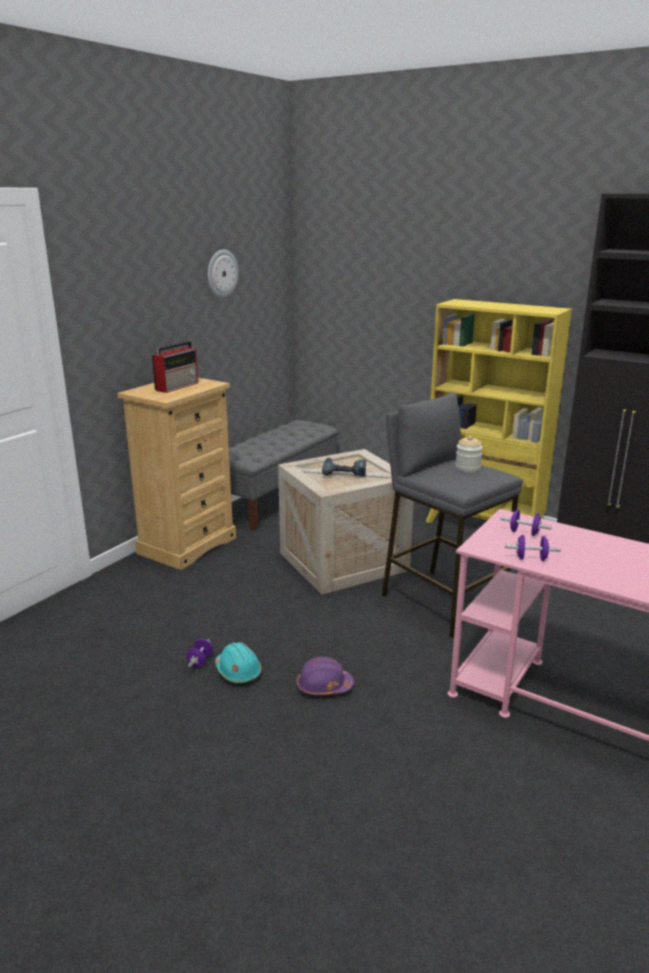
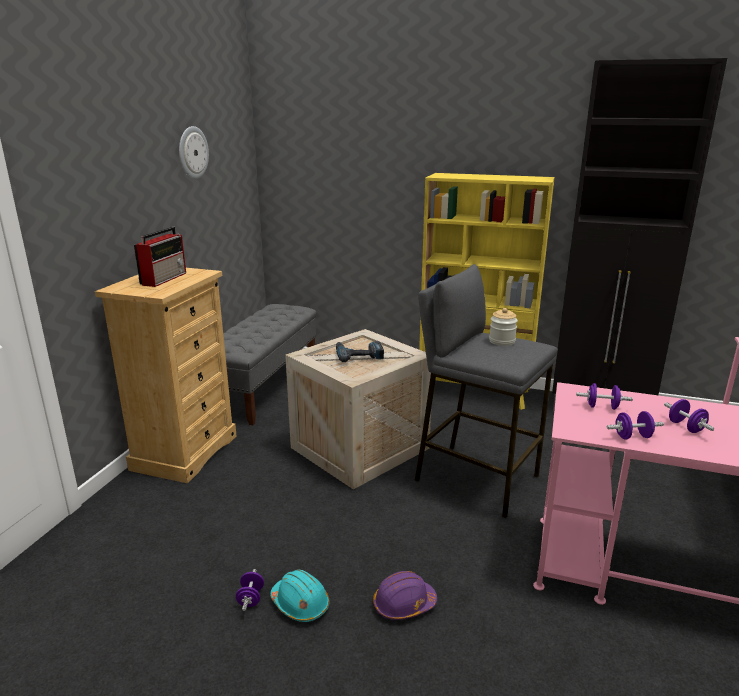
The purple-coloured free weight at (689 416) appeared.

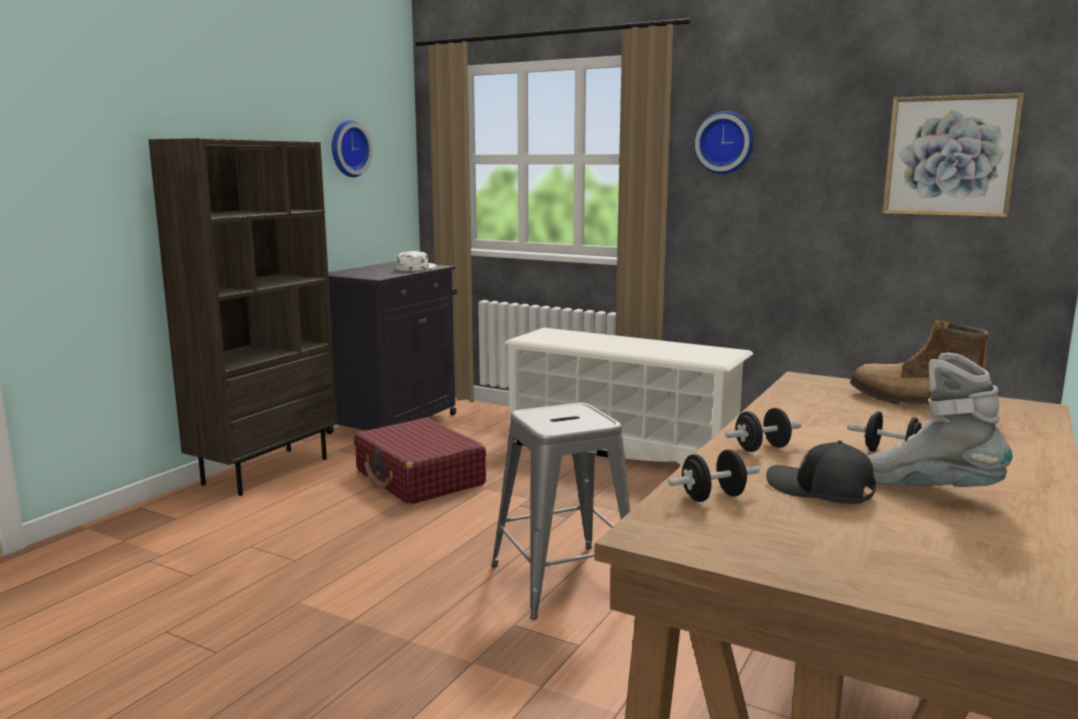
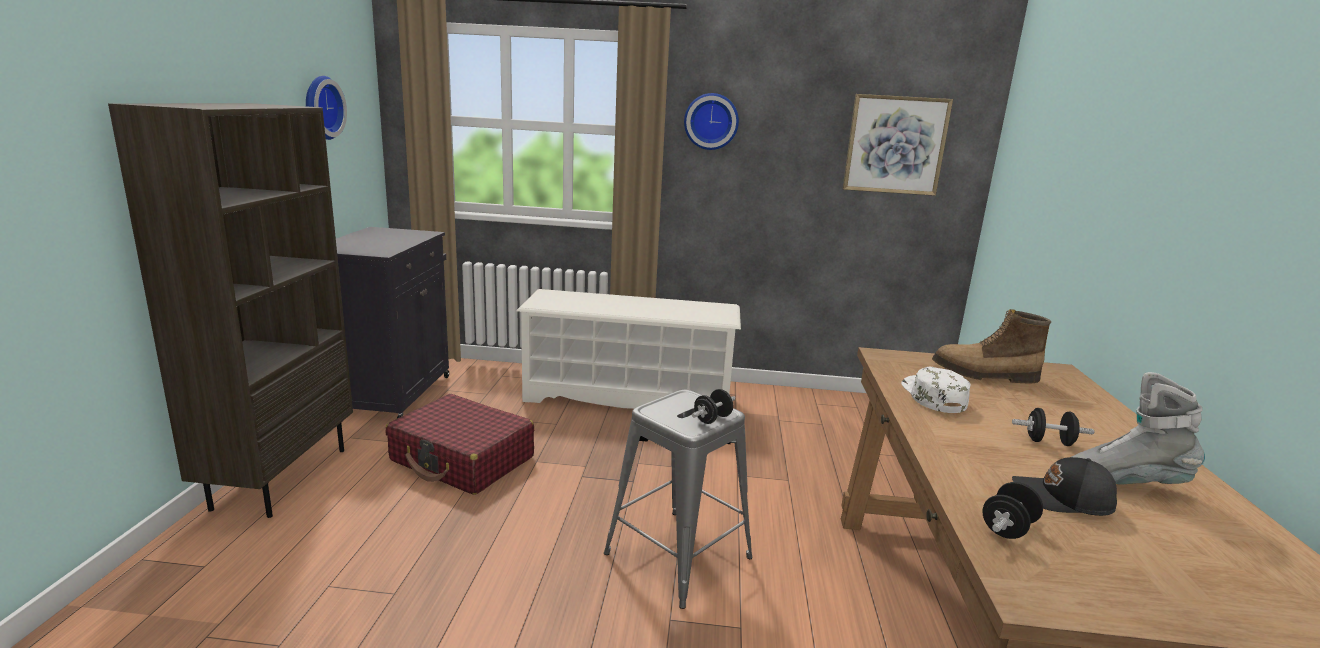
The white cap moved from (416 261) to (936 390).
The black free weight moved from (763 430) to (713 406).

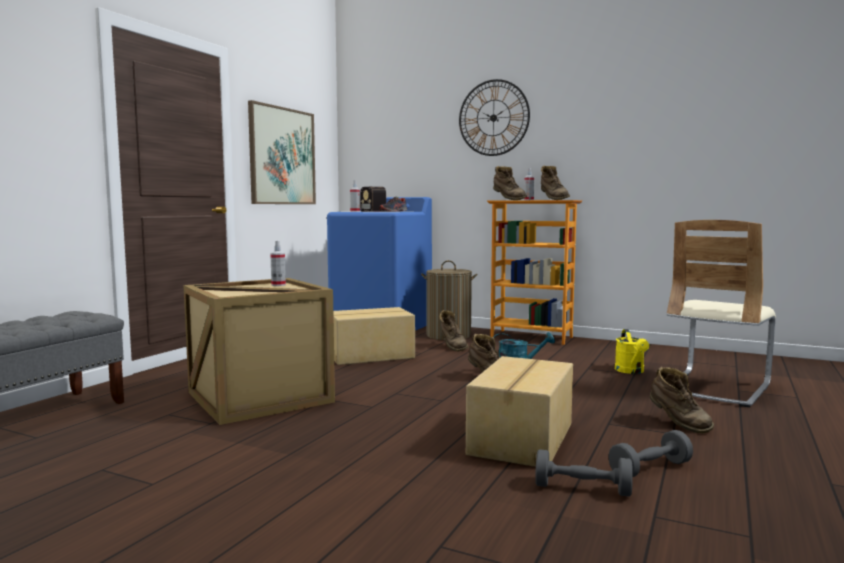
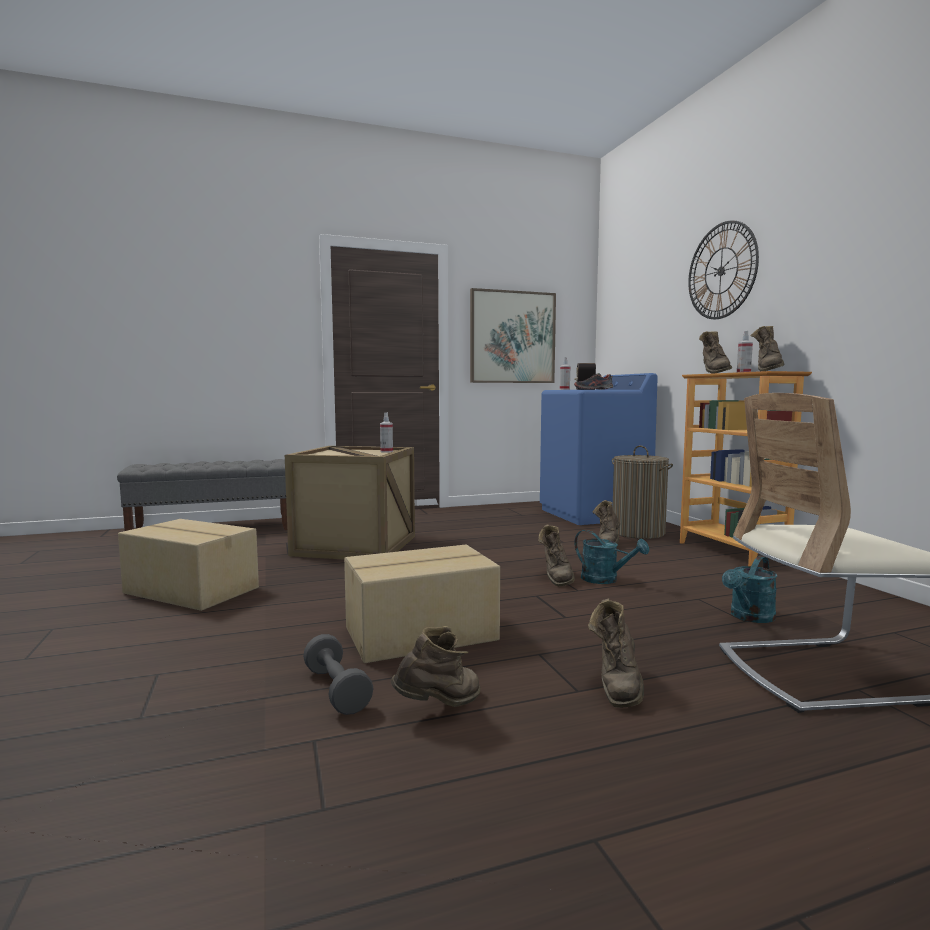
The cardboard box moved from (374 336) to (188 565).
The grey free weight at (650 453) was replaced by the brownish high-top boot at (435 666).
The yellow sprinkling can at (632 351) became the turquoise sprinkling can at (749 589).

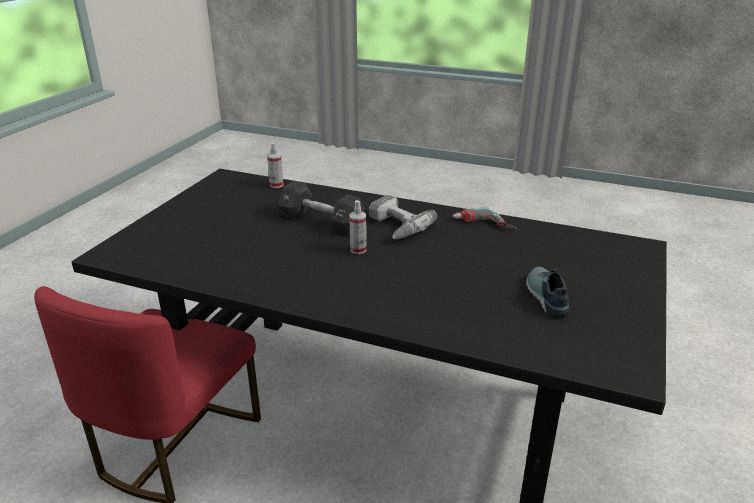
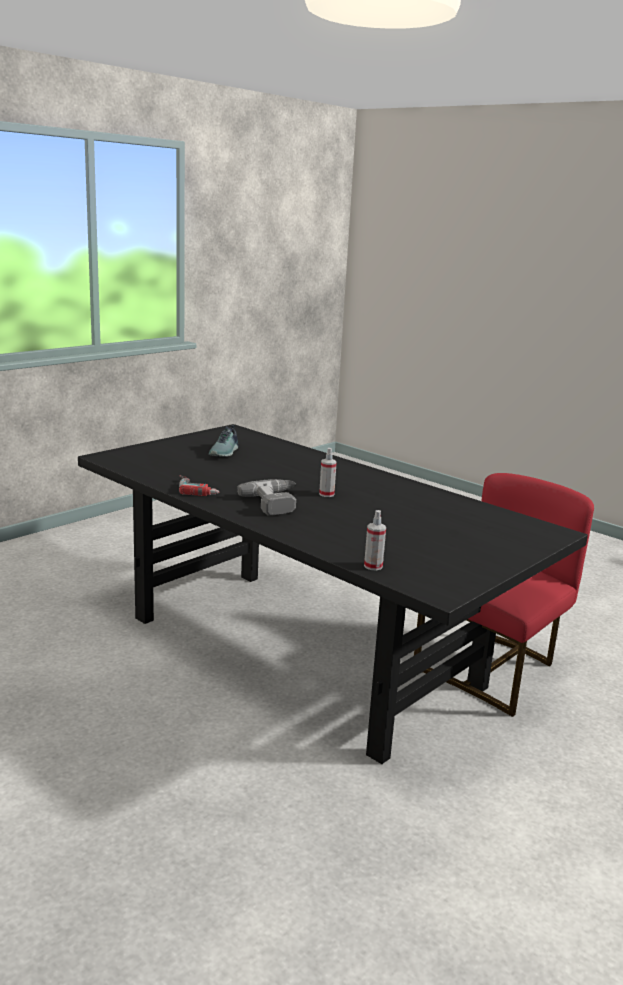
The black free weight at (322 208) disappeared.

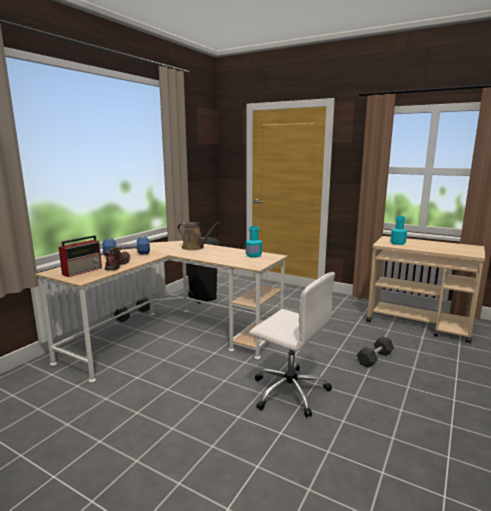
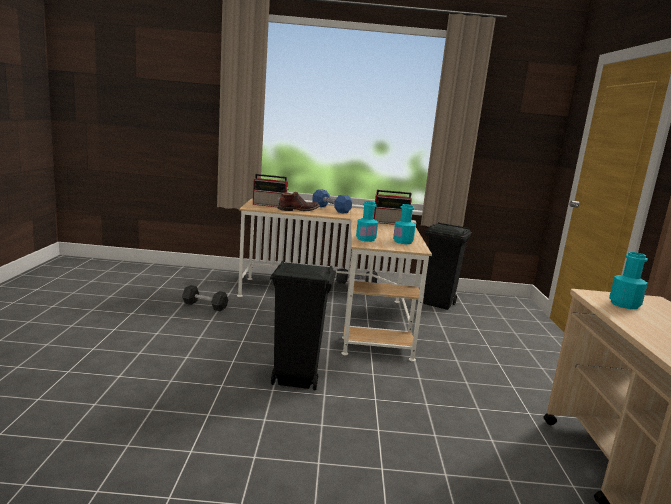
The turquoise bottle at (367 221) appeared.
The black free weight moved from (375 352) to (205 298).
The brownish sprinkling can at (198 236) was replaced by the radio at (393 207).
The white computer chair at (292 345) was replaced by the black waste bin at (303 325).

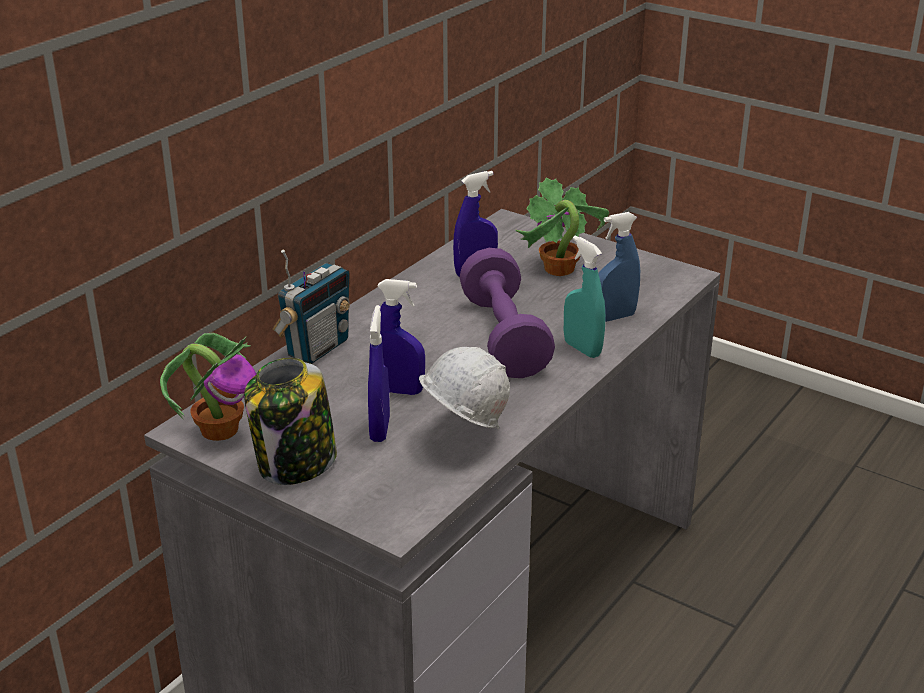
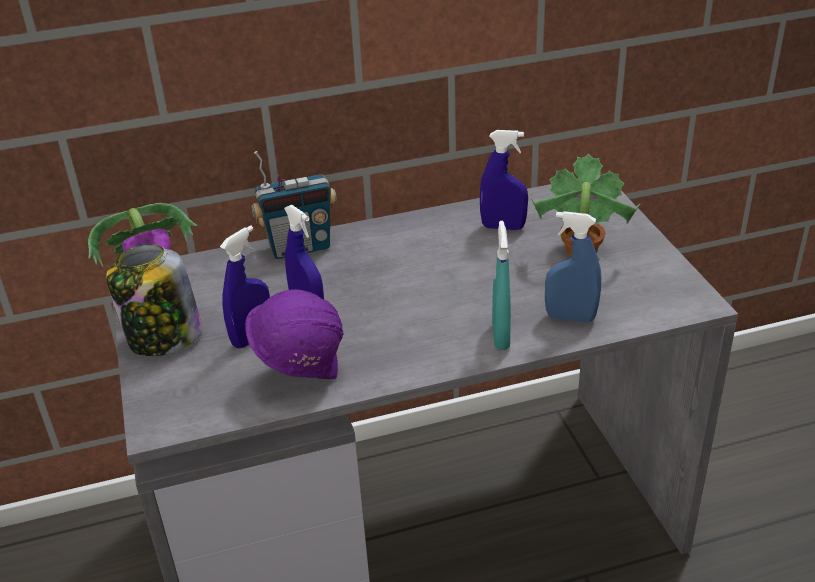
The purple-coloured free weight at (507 313) disappeared.
The white hard hat at (464 388) became the purple-coloured hard hat at (294 334).

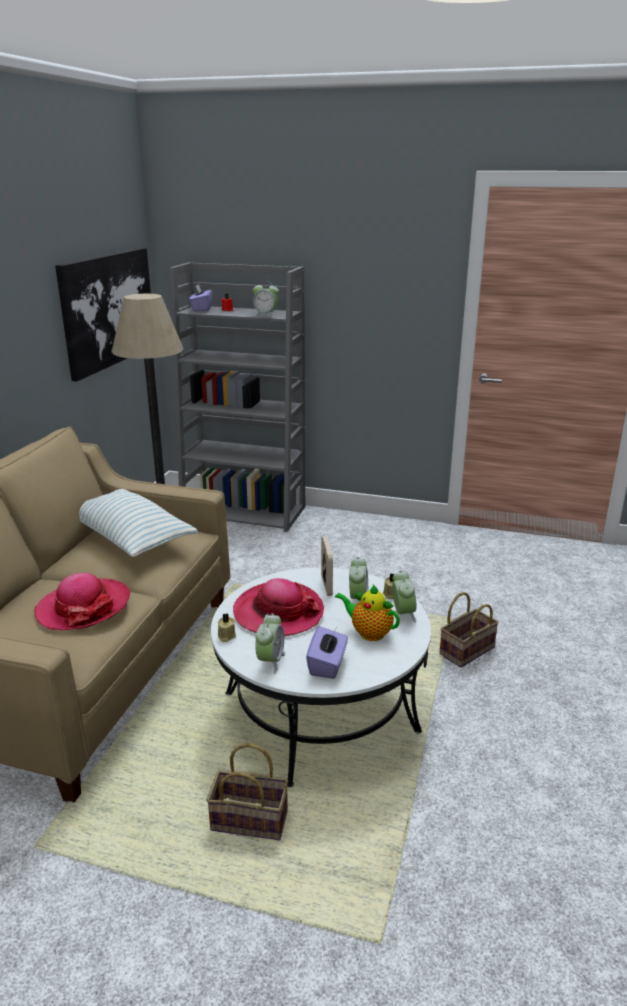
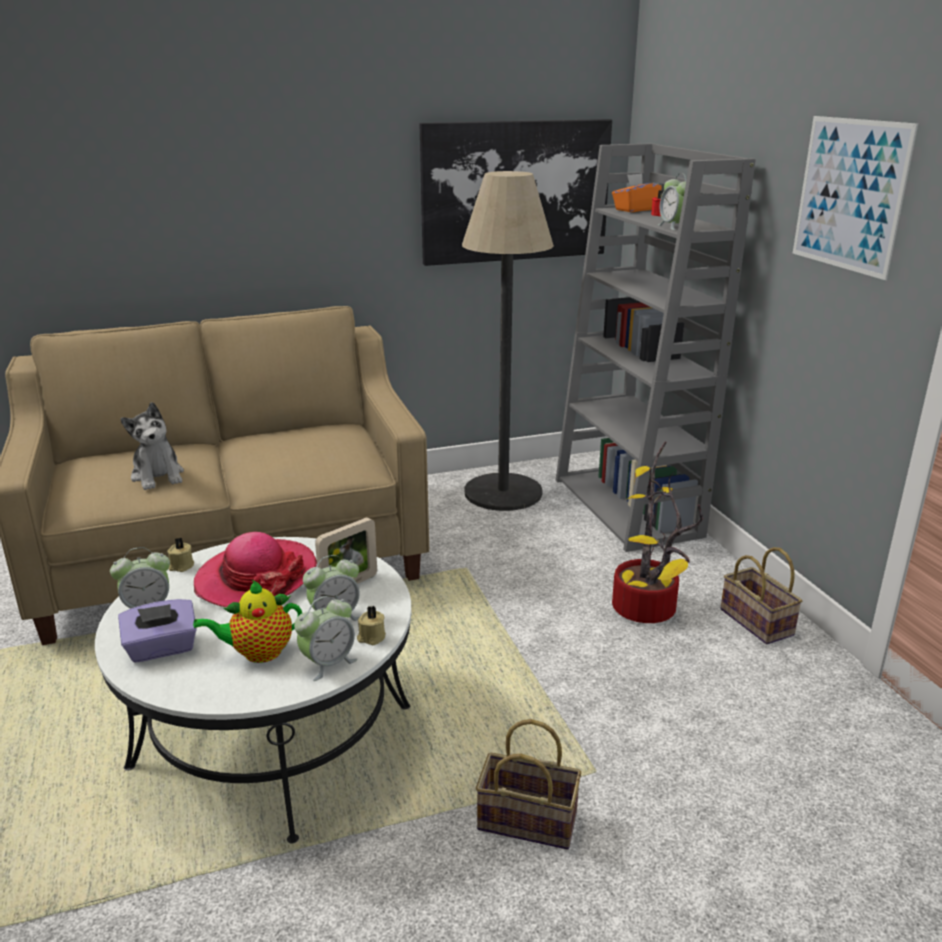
The pillow at (138 523) disappeared.
The houseplant at (657 532) appeared.
The picture at (855 198) appeared.
The storage basket moved from (247 791) to (761 595).
The clothing hat at (82 601) was replaced by the soft toy at (152 446).
The purple-coloured tissue box at (200 297) became the orange tissue box at (637 192).
The pot for tea at (367 612) turned 105 degrees counterclockwise.

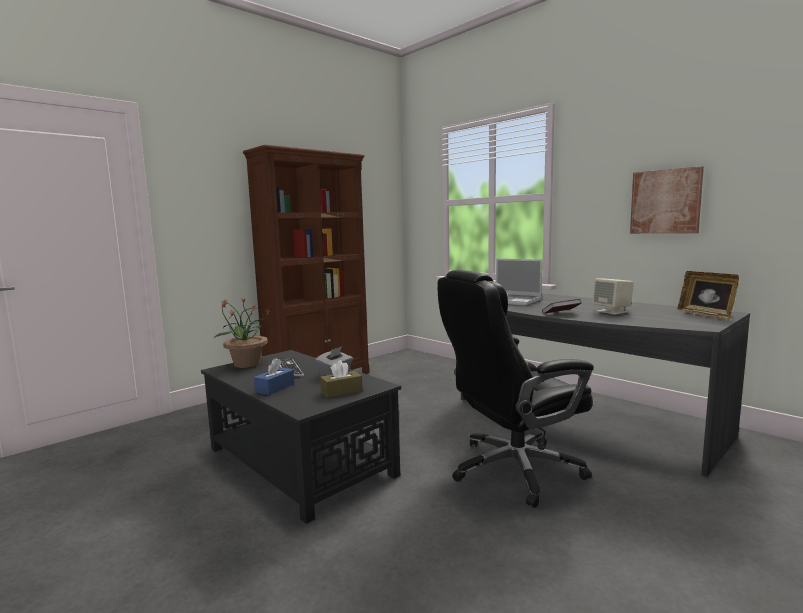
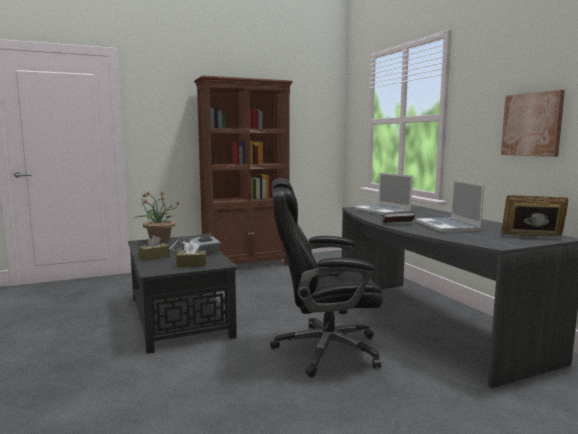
The sand-coloured loudspeaker at (613 296) was replaced by the laptop at (450 206).
The blue tissue box at (274 376) became the brownish tissue box at (154 248).
The photo frame at (708 295) turned 105 degrees clockwise.

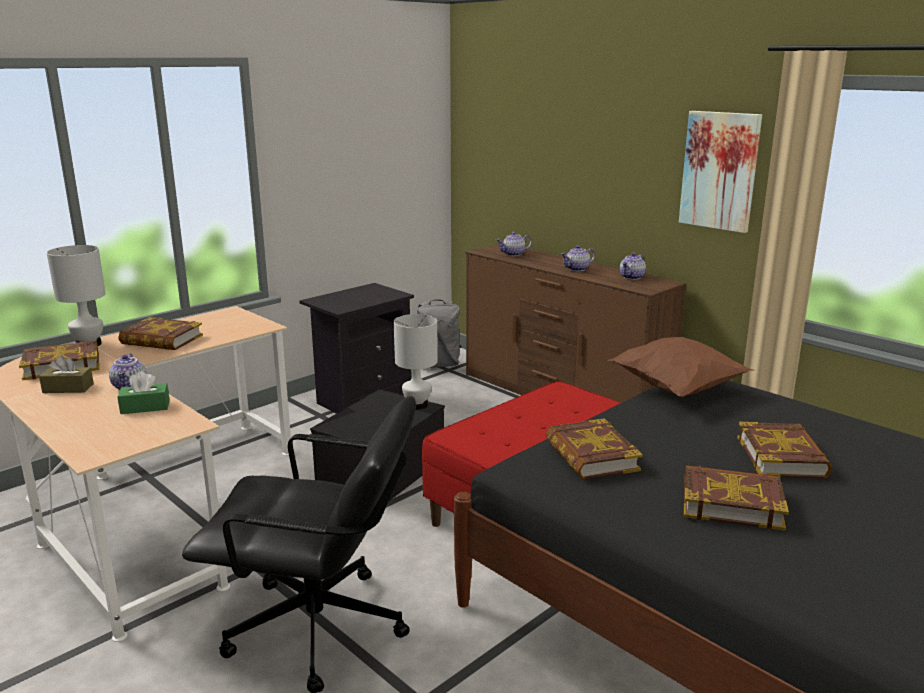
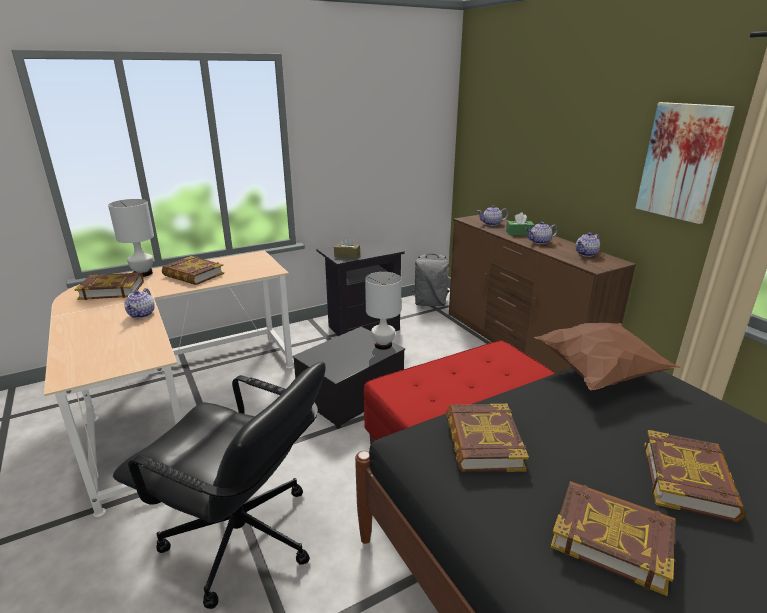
The brownish tissue box moved from (66 374) to (347 247).
The greenish tissue box moved from (144 392) to (520 224).

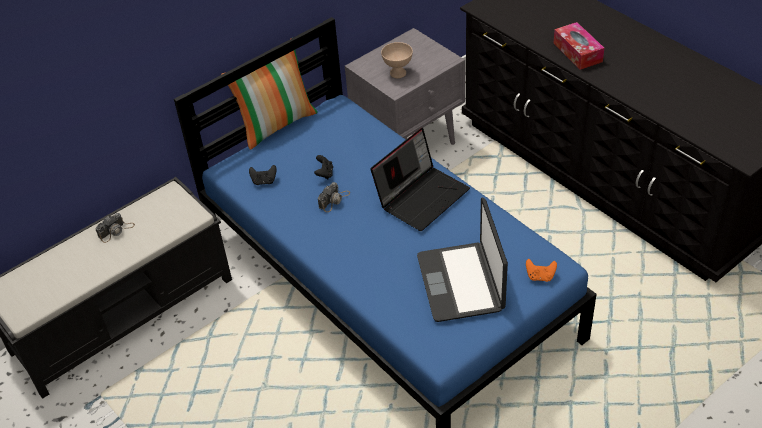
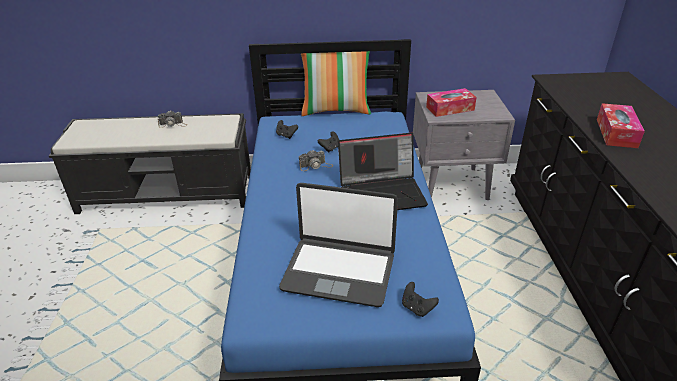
The sand-coloured serving bowl at (397 60) was replaced by the tissue box at (451 102).
The orange game controller at (541 270) became the black game controller at (420 299).
The laptop at (462 260) turned 105 degrees counterclockwise.

